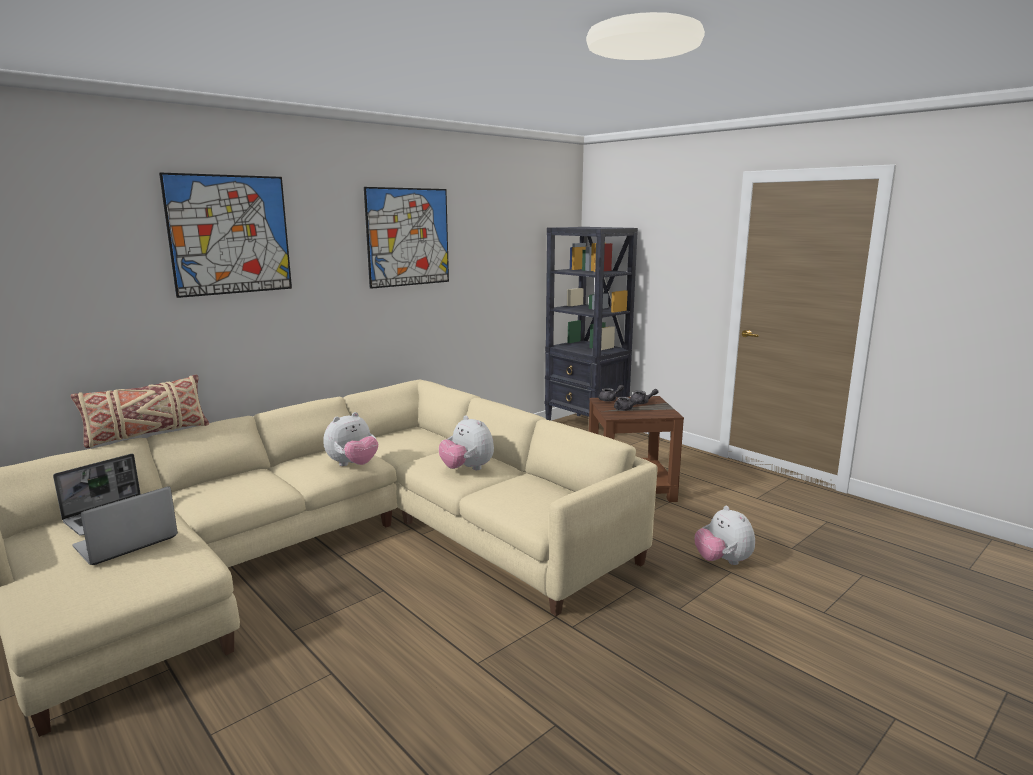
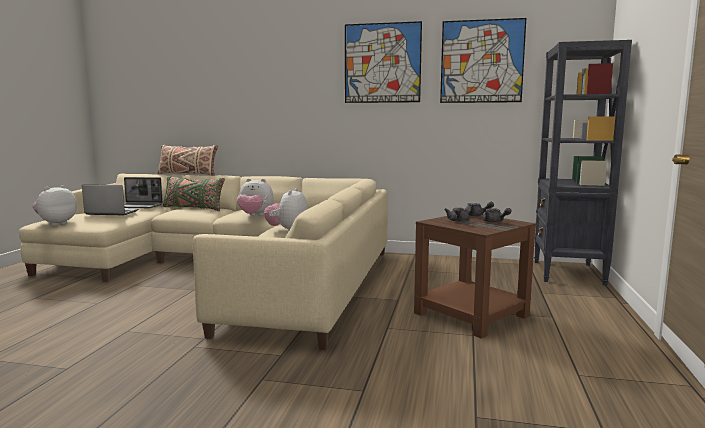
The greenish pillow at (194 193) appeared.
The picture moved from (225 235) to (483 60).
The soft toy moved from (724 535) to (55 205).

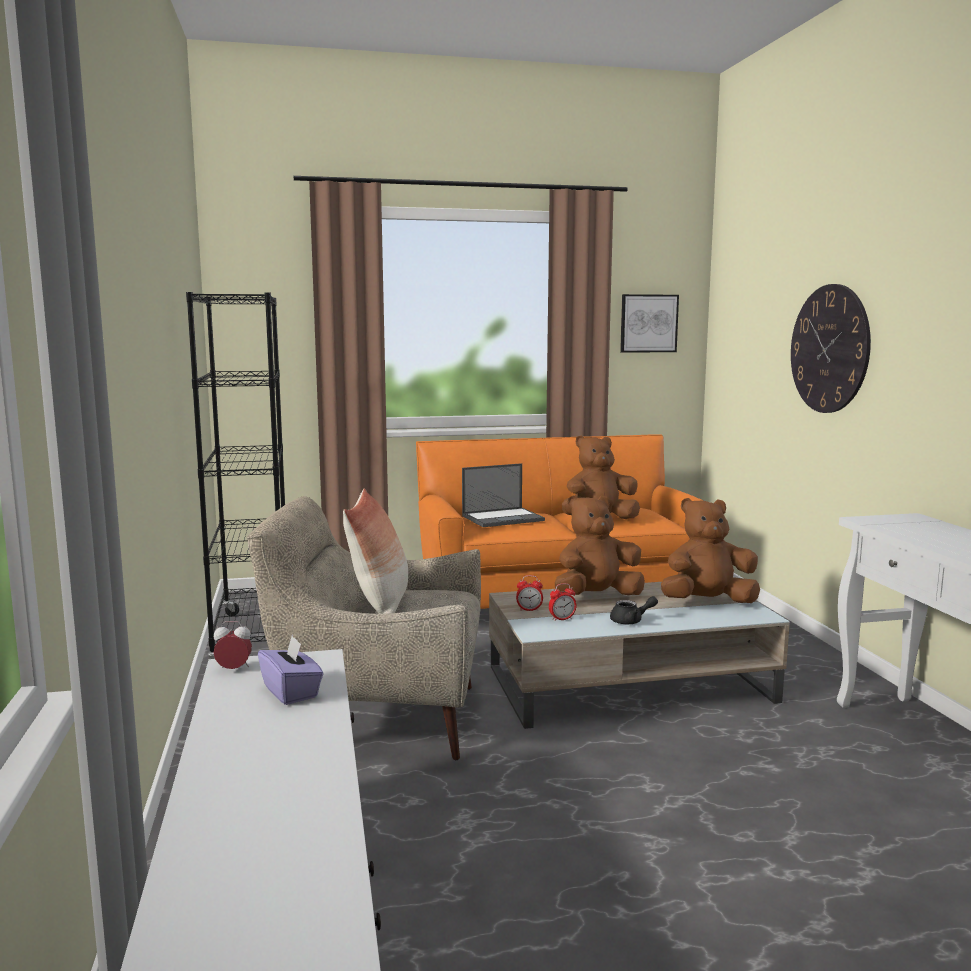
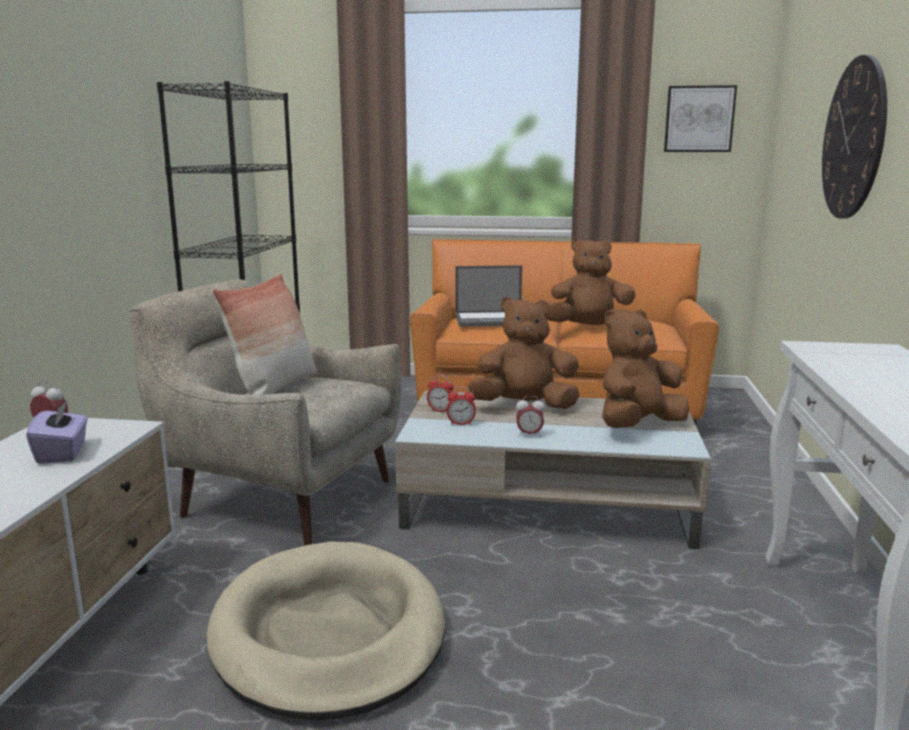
The sand-coloured dog bed at (325 630) appeared.
The black pot for tea at (634 610) was replaced by the table clock at (530 416).
The brownish soft toy at (710 550) turned 45 degrees counterclockwise.

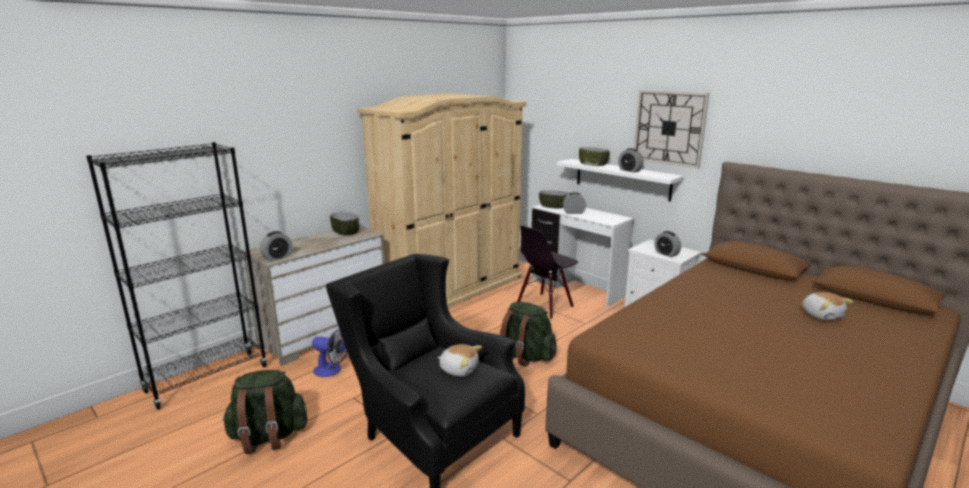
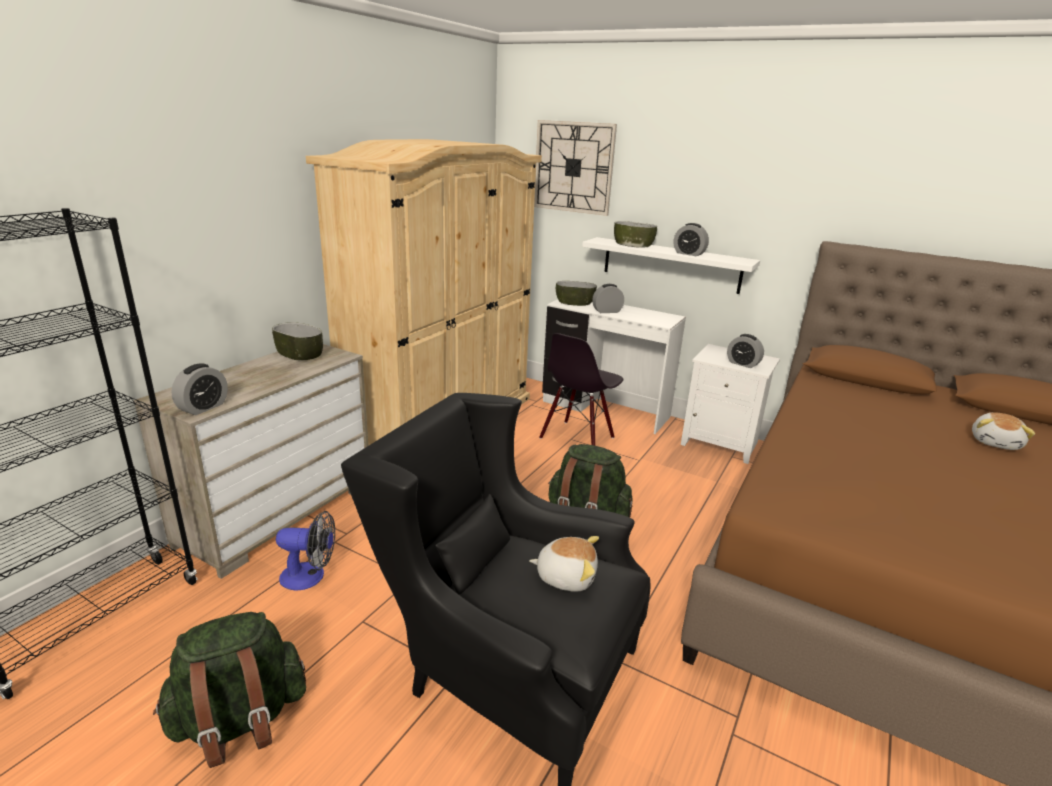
The wall clock moved from (671 129) to (575 168).
The soft toy at (828 306) turned 60 degrees clockwise.

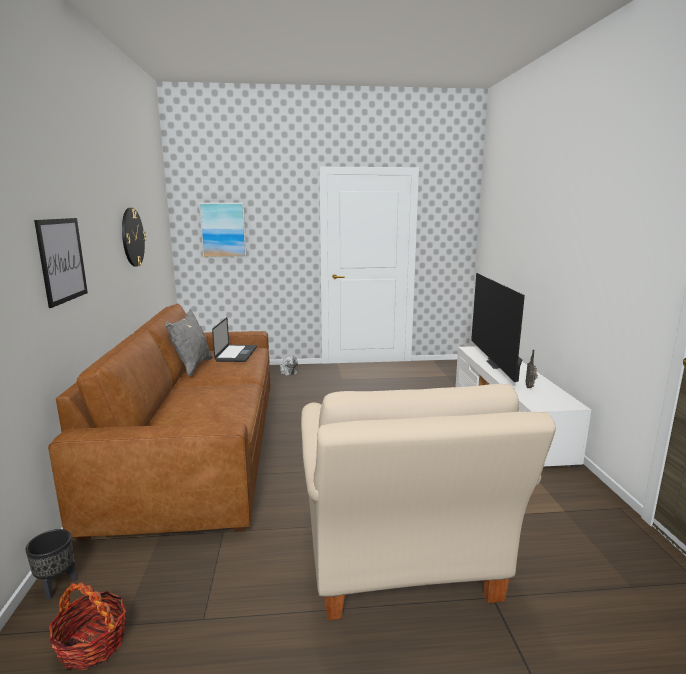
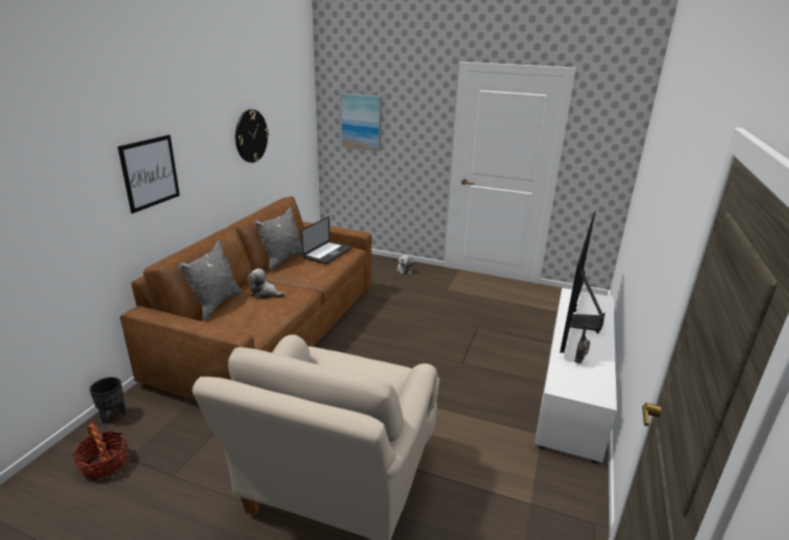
The grey pillow at (210 280) appeared.
The soft toy at (266 284) appeared.

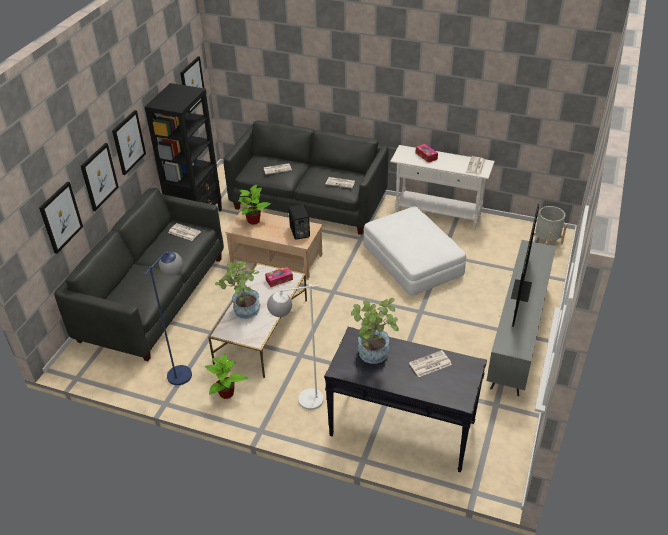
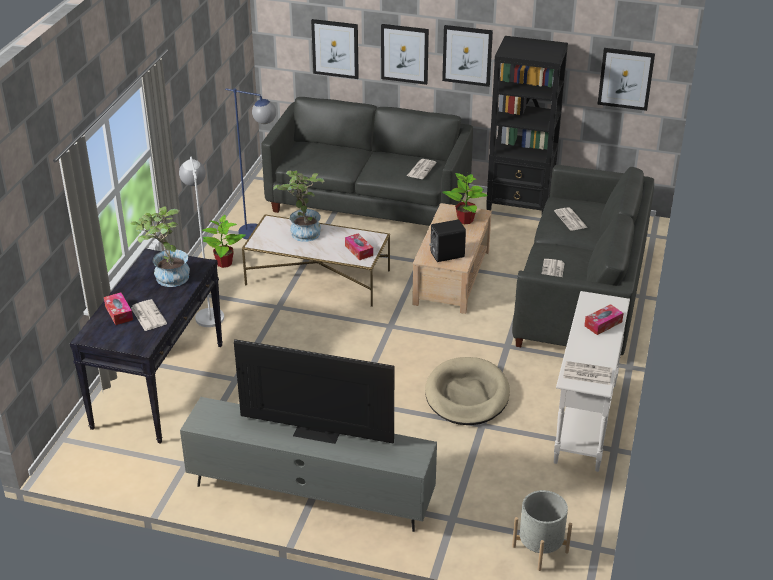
The tissue box at (118 308) appeared.
The white pouffe at (414 251) was replaced by the sand-coloured dog bed at (467 391).

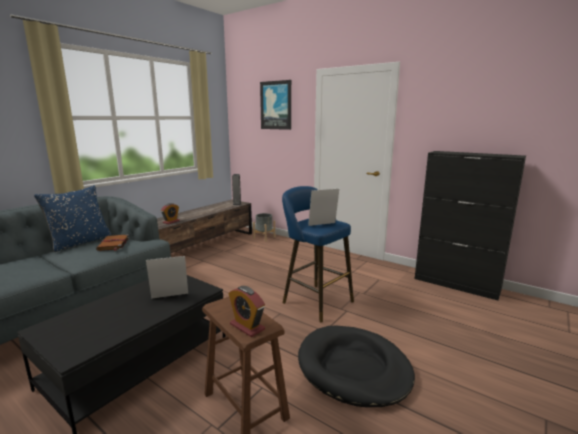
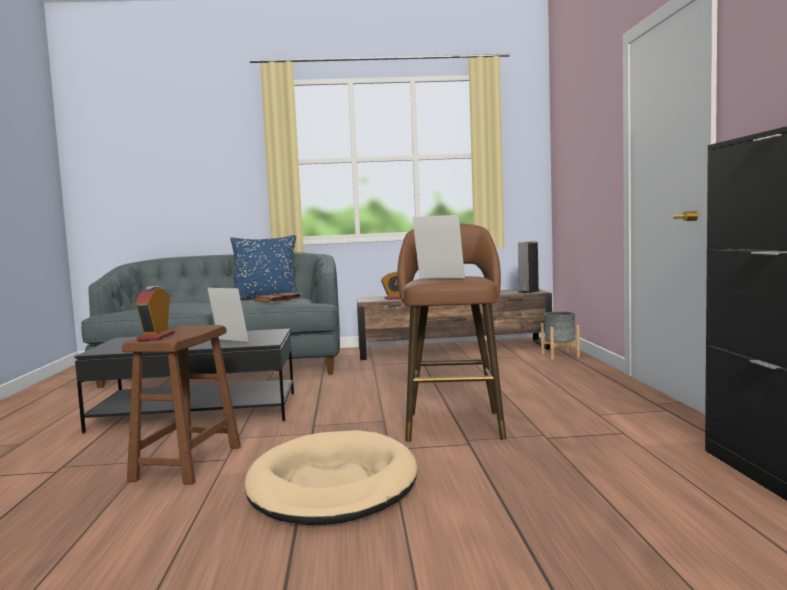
The picture at (275 105) disappeared.
The blue sitting stool at (318 254) became the brownish sitting stool at (452 332).
The black dog bed at (356 366) became the sand-coloured dog bed at (331 477).

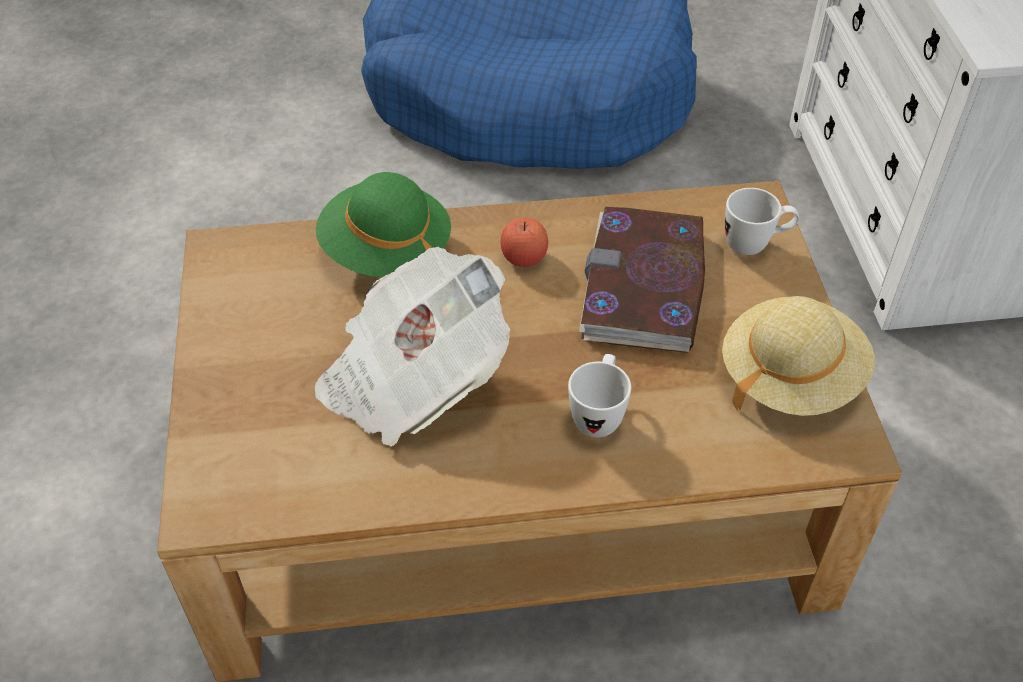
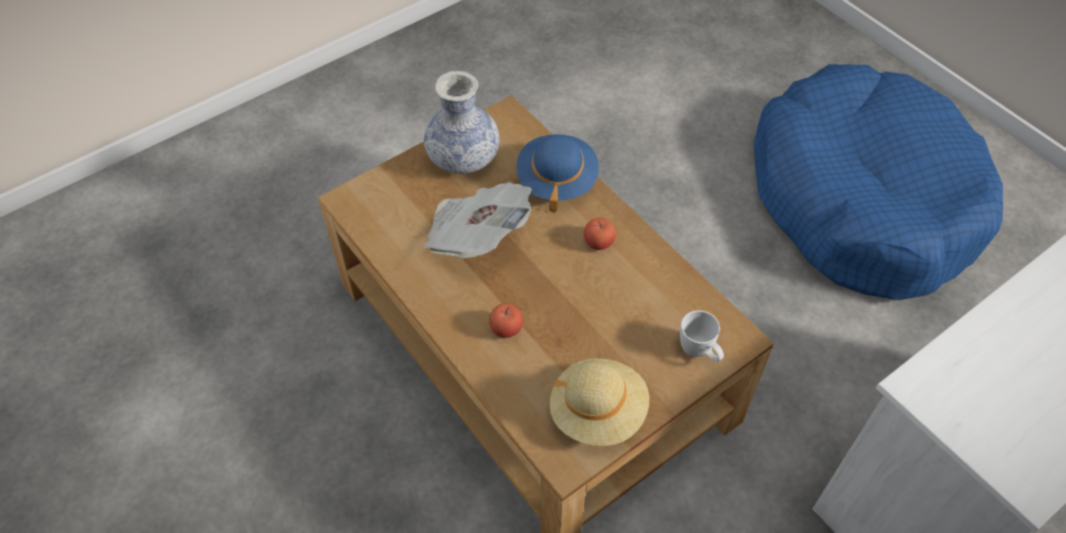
The book at (642 280) disappeared.
The vase at (461 122) appeared.
The white mug at (599 396) was replaced by the whole apple at (506 320).
The greenish clothing hat at (383 224) became the blue clothing hat at (557 173).

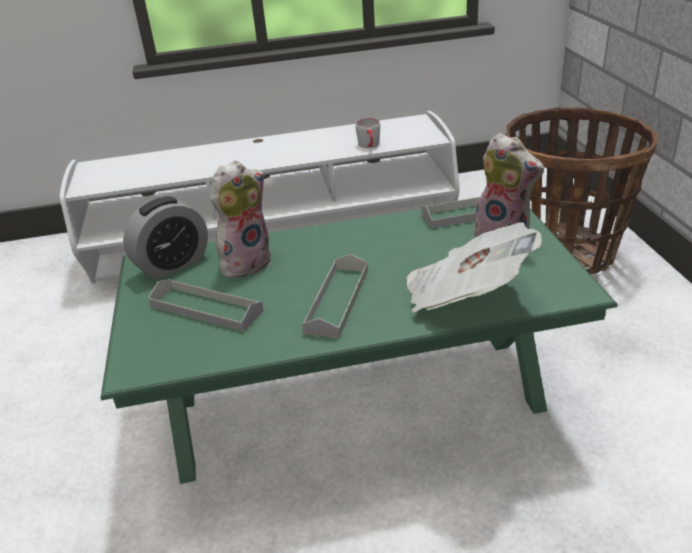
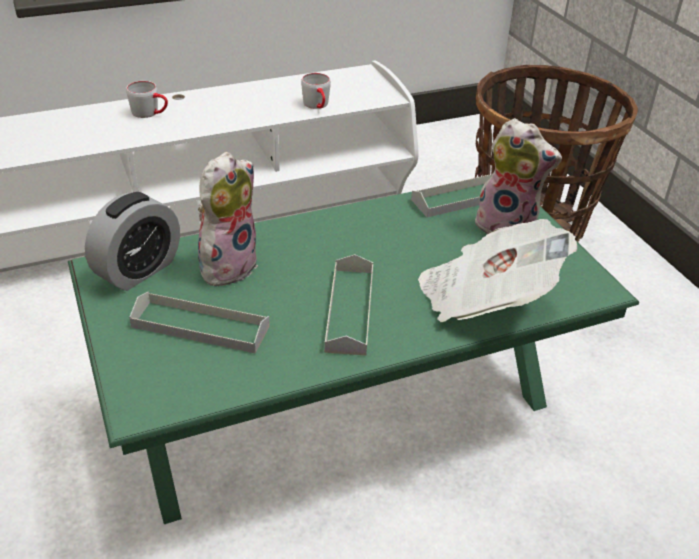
The grey mug at (147 99) appeared.

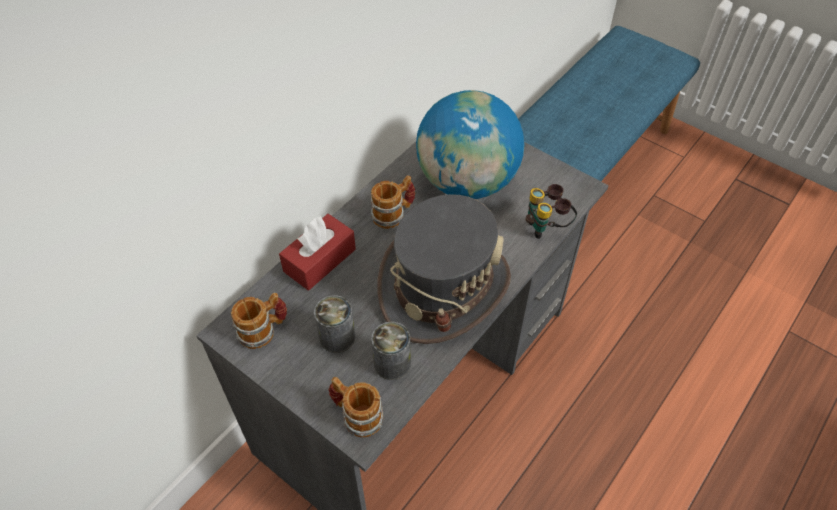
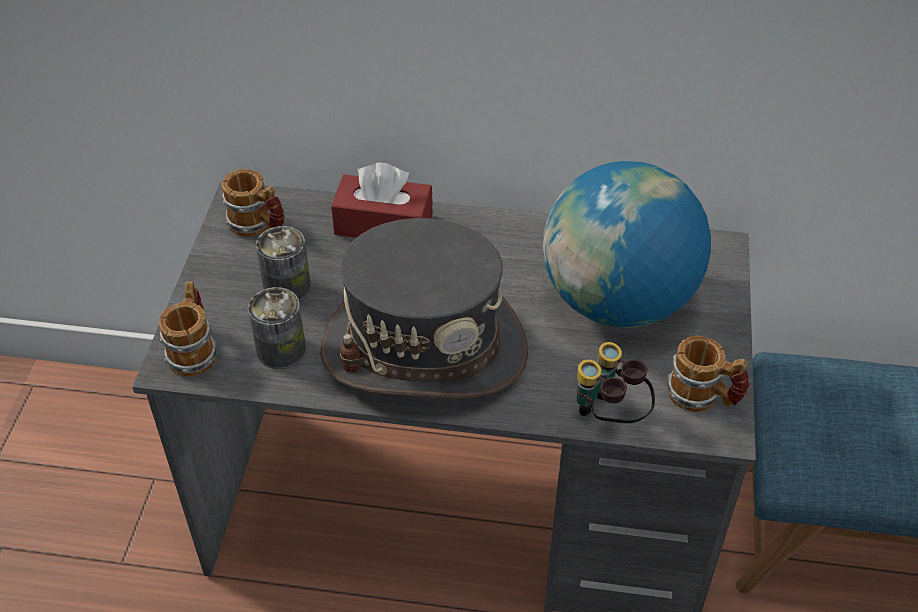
The mug moved from (393 202) to (708 374).

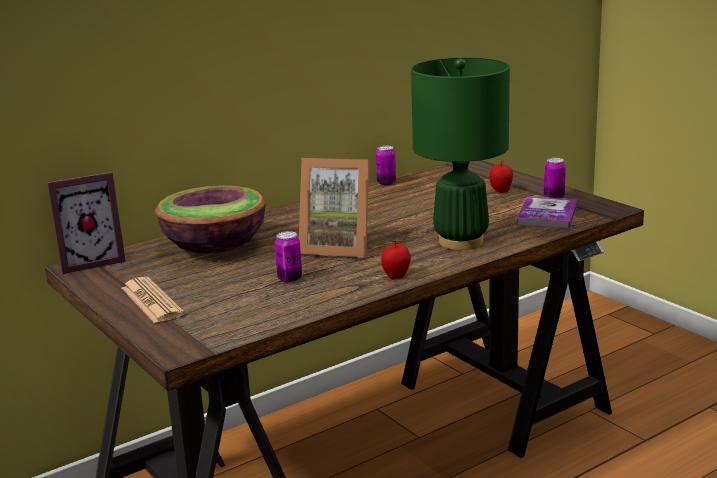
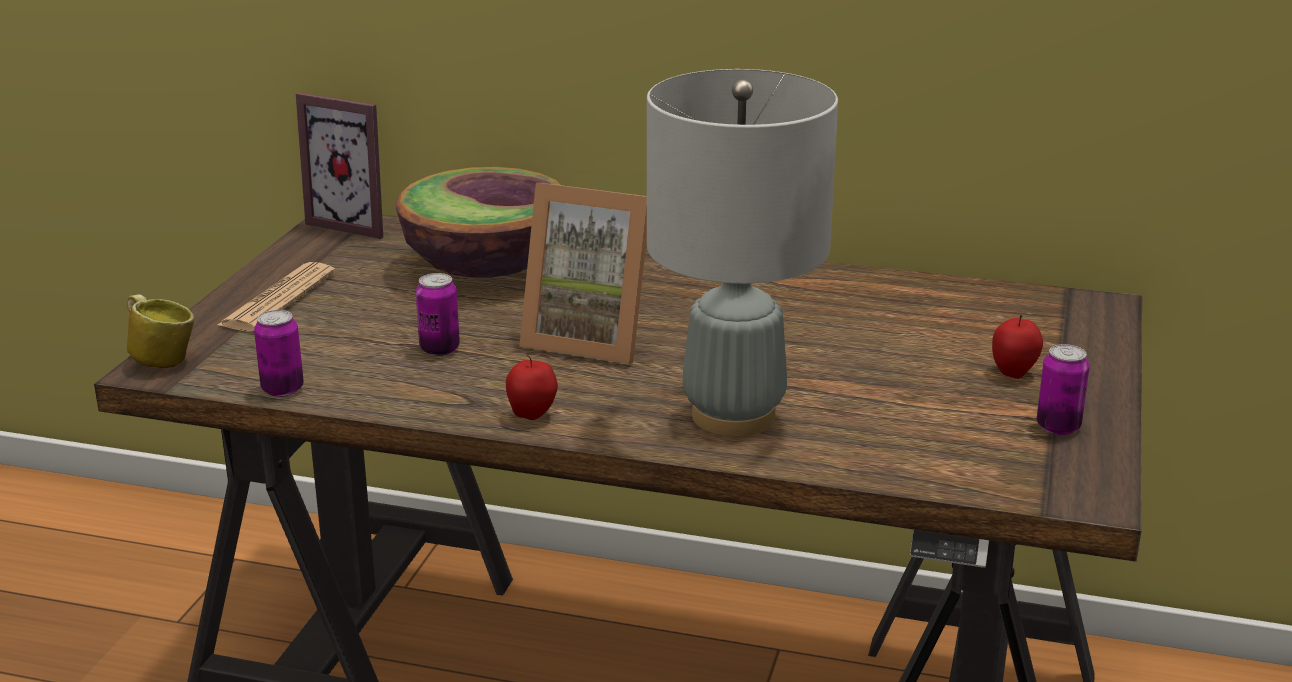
The book at (546 212) disappeared.
The mug at (160 331) appeared.
The can moved from (386 166) to (279 353).
The greenish table lamp at (460 154) became the grey table lamp at (742 253).
The photo frame at (334 207) turned 45 degrees counterclockwise.

